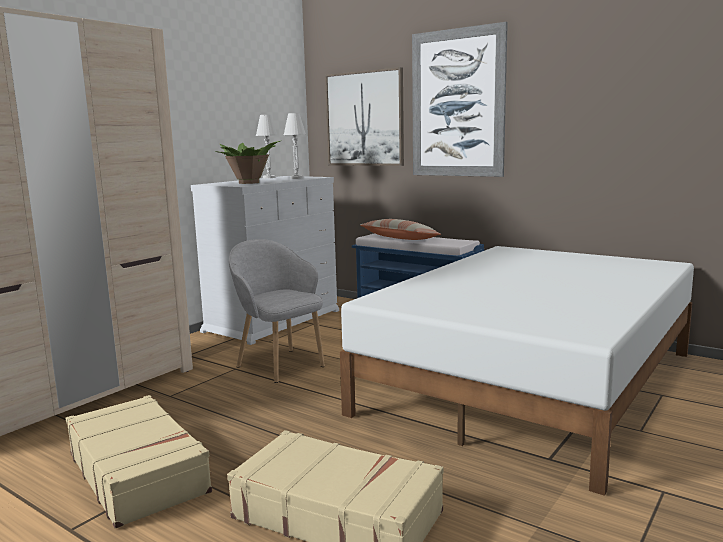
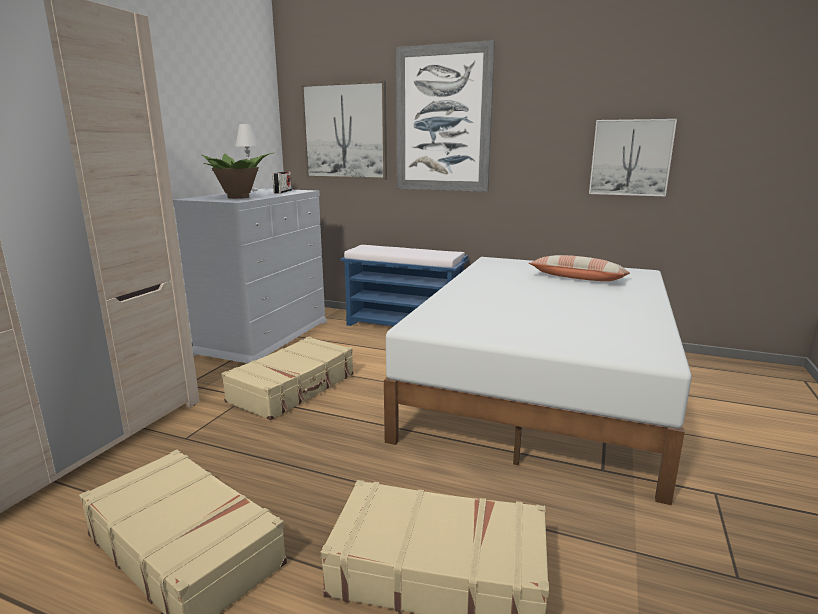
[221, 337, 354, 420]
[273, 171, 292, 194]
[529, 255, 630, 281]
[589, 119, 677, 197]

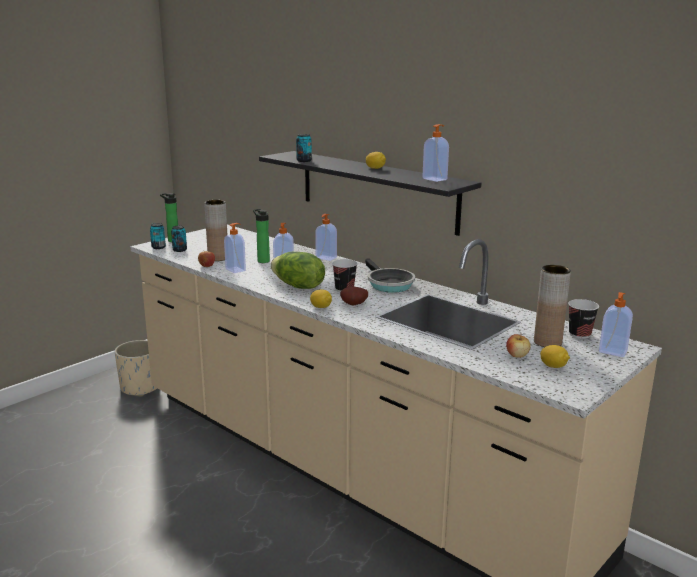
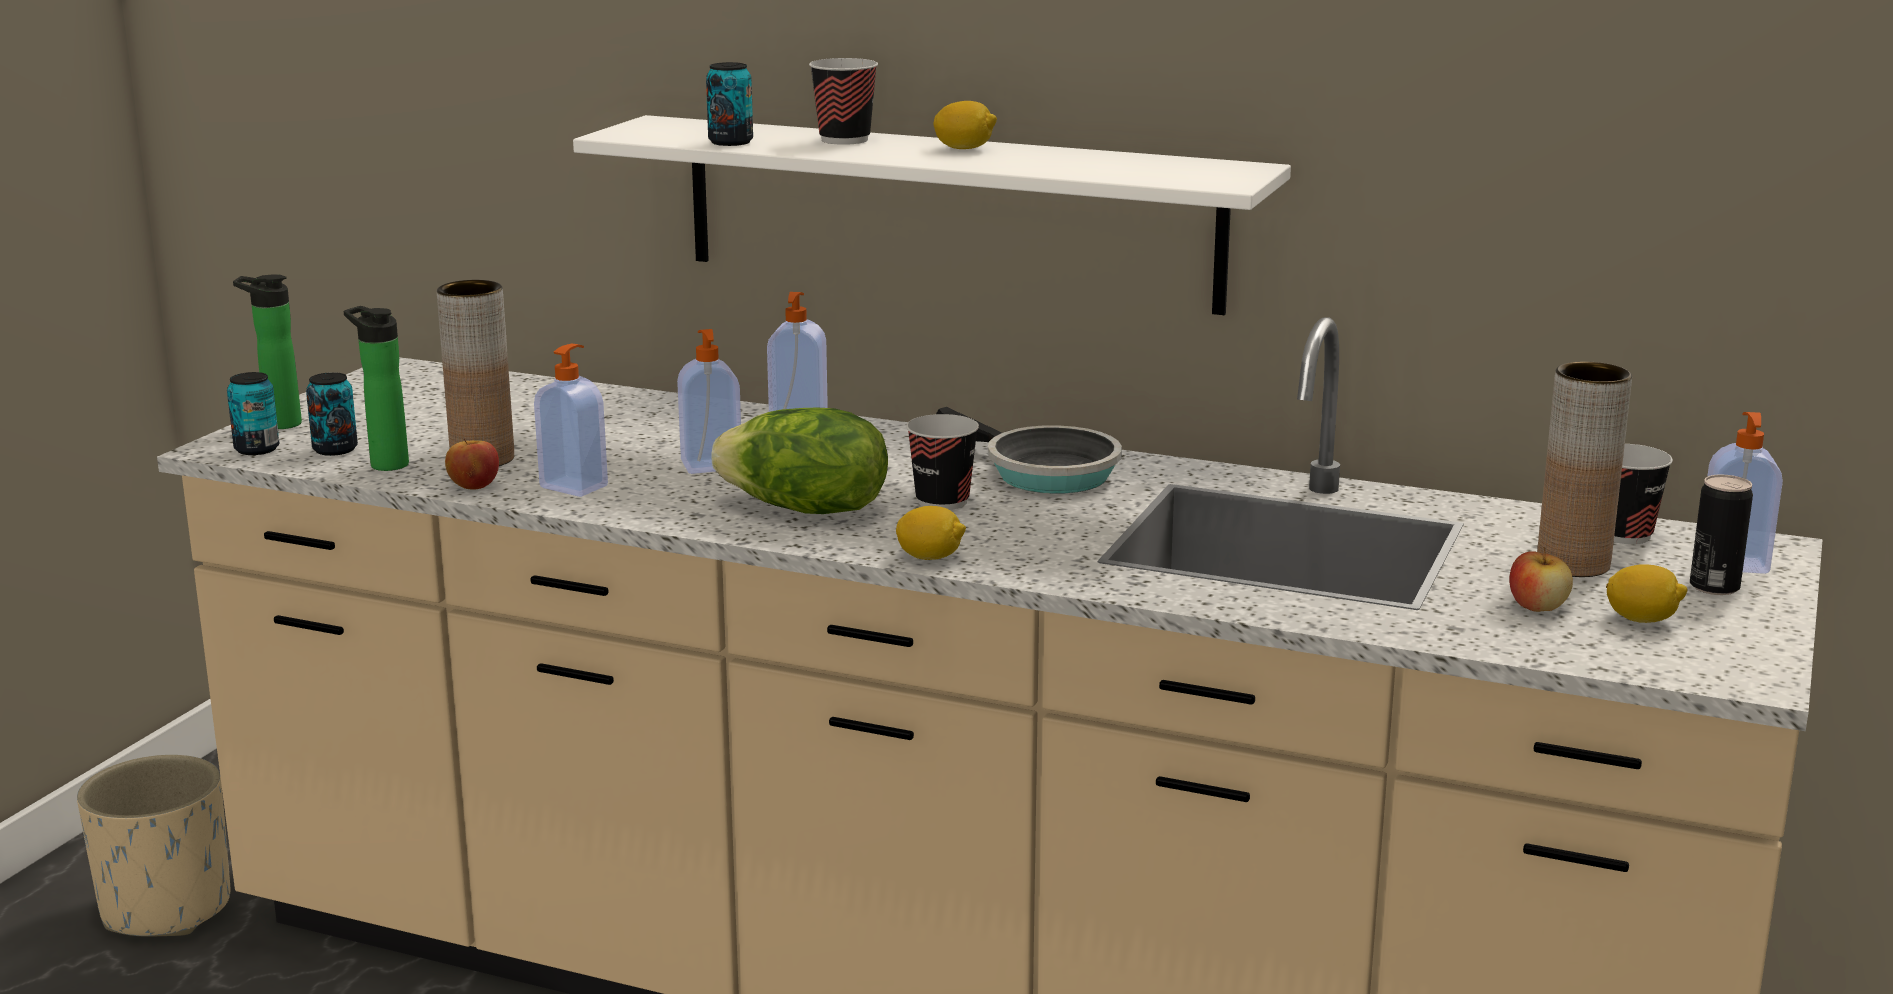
[344, 306, 409, 471]
[573, 115, 1291, 315]
[340, 287, 368, 305] (first image)
[422, 124, 449, 182] (first image)
[809, 58, 878, 145]
[1690, 475, 1753, 595]

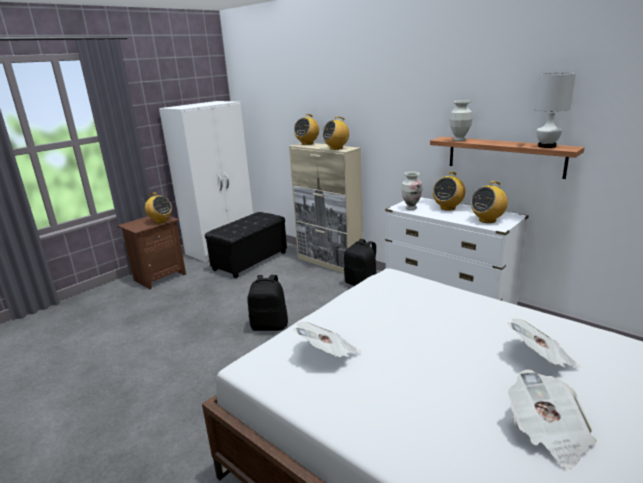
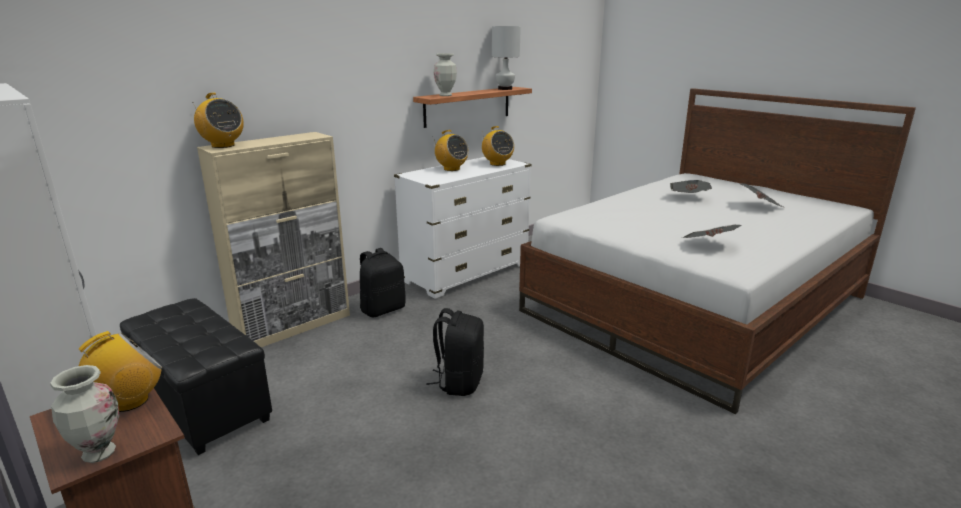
[322, 117, 349, 150] (first image)
[50, 365, 119, 463]

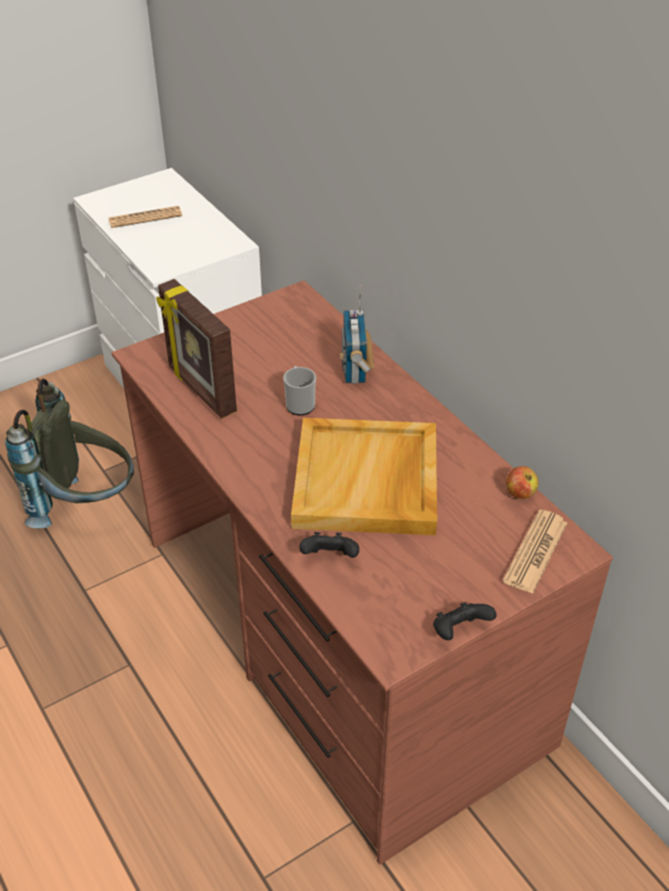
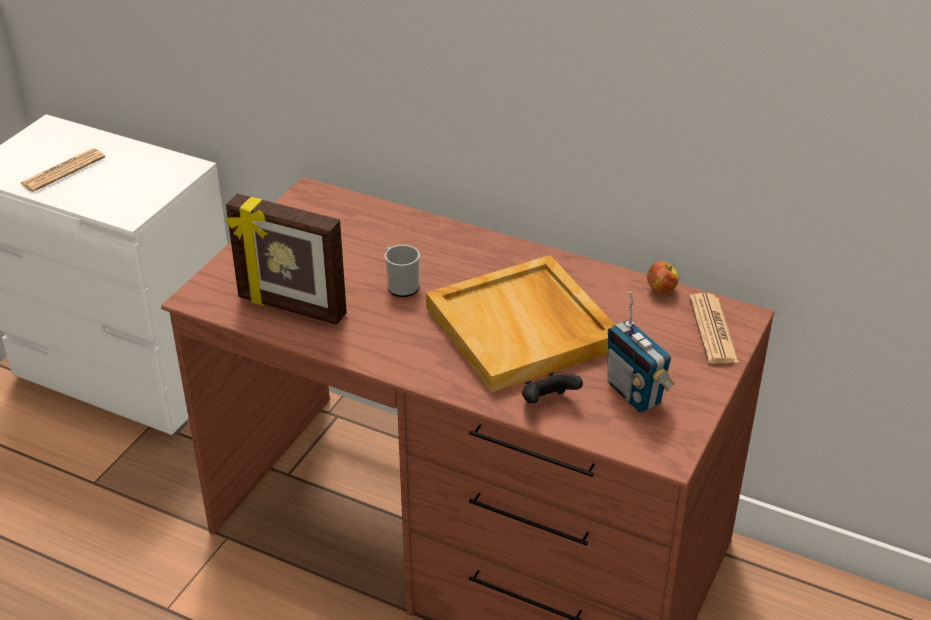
[5, 378, 134, 528] (first image)
[607, 292, 675, 413]
[433, 602, 497, 640] (first image)

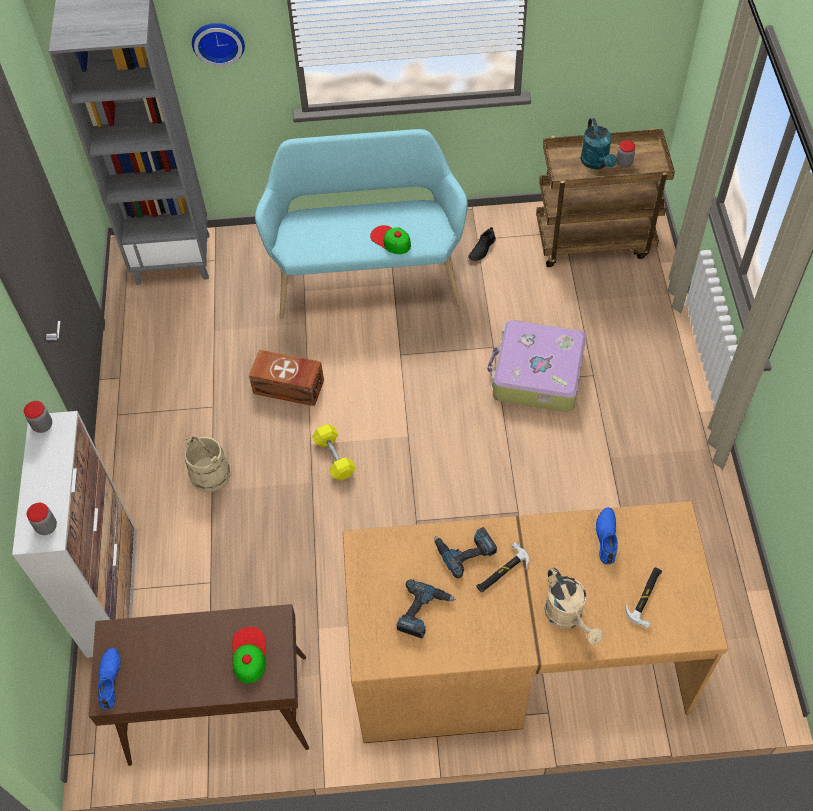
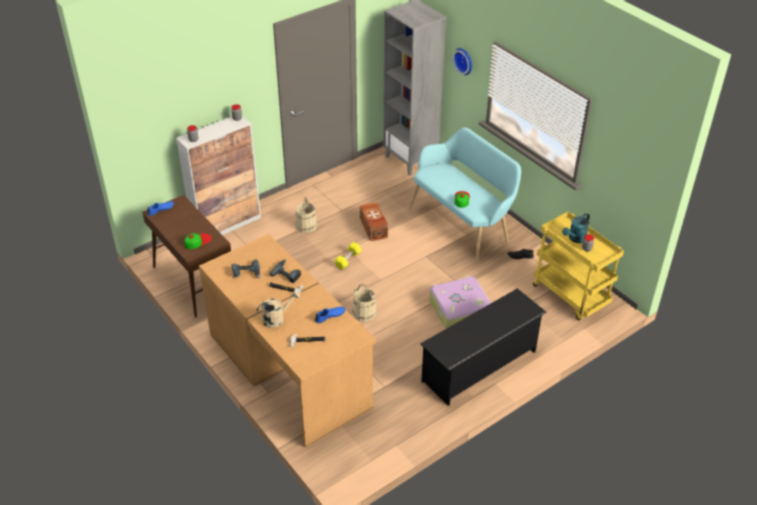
[533, 212, 624, 320]
[257, 291, 300, 328]
[352, 284, 377, 322]
[420, 288, 547, 406]

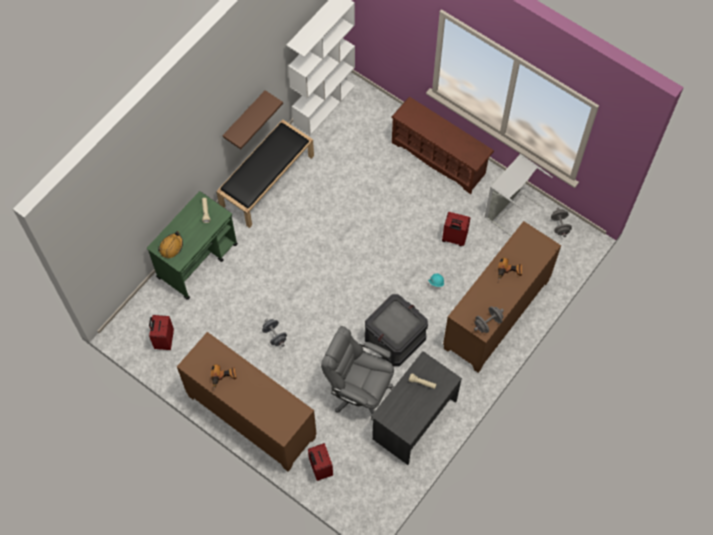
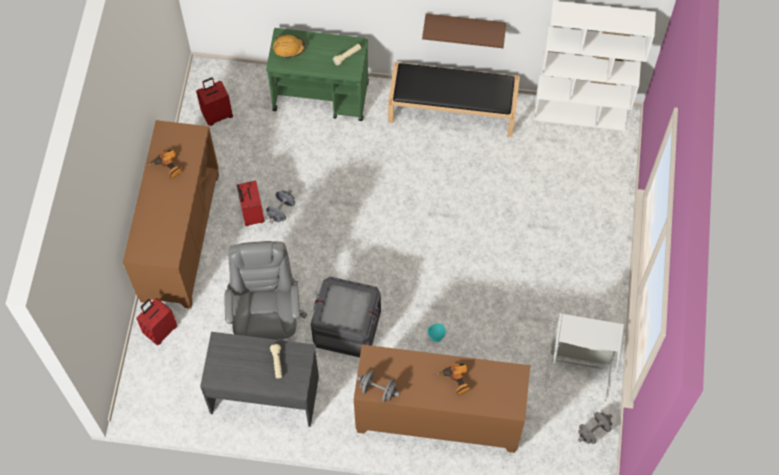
[391, 97, 494, 194] (first image)
[237, 181, 265, 226]

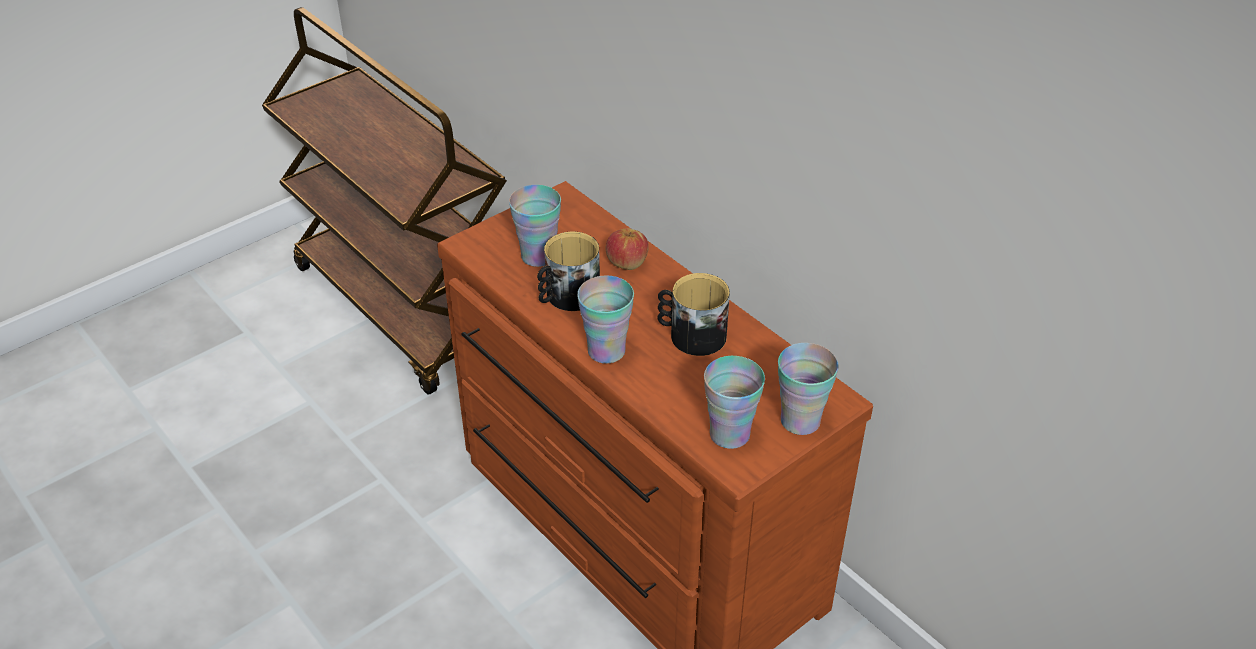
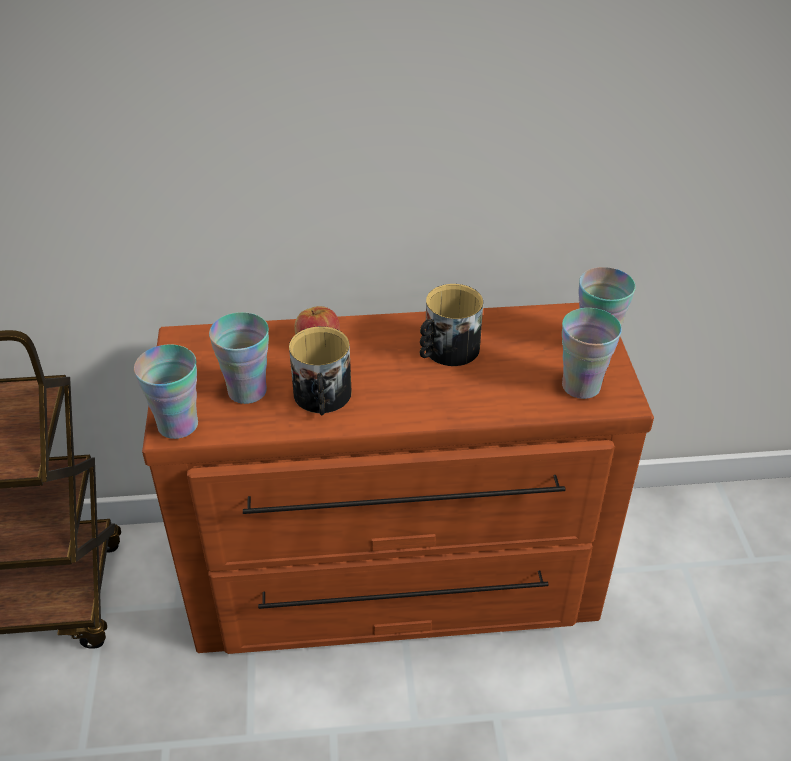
[134, 344, 198, 439]

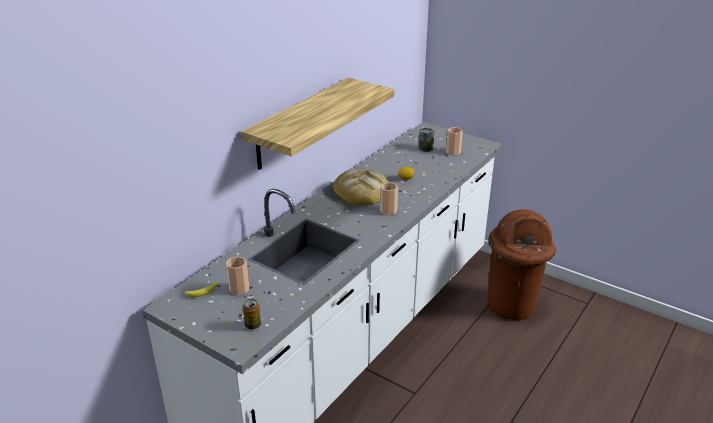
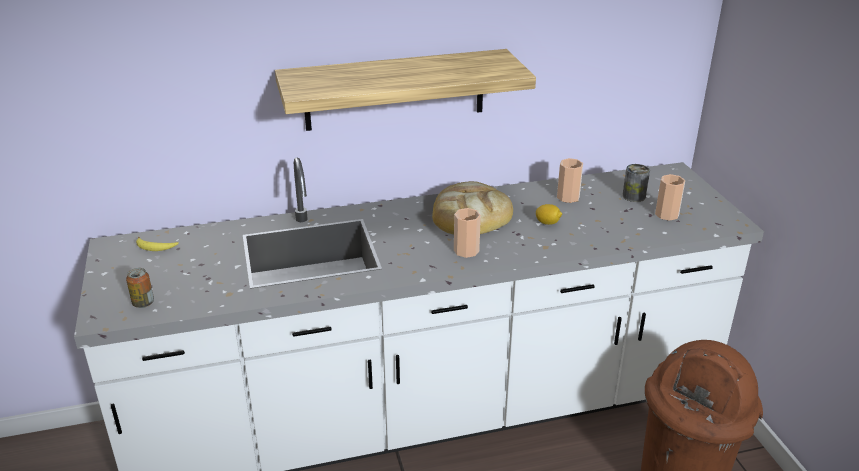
[557, 158, 583, 203]

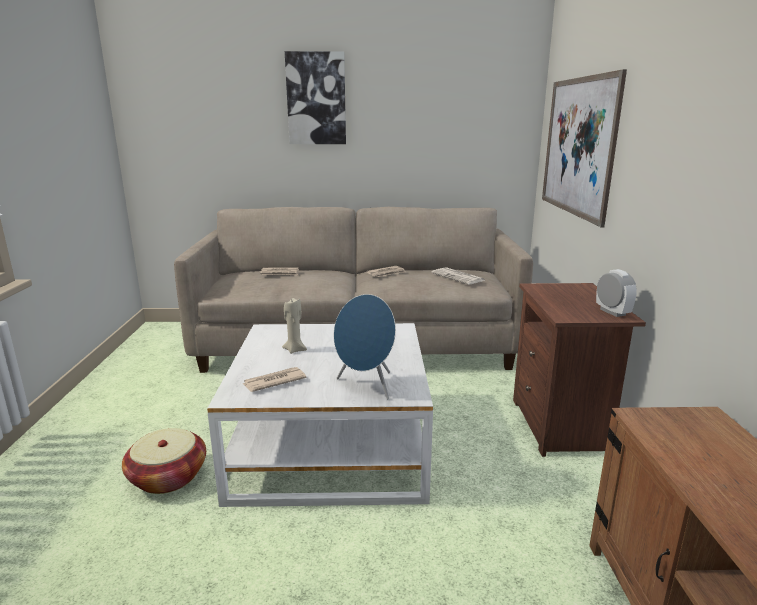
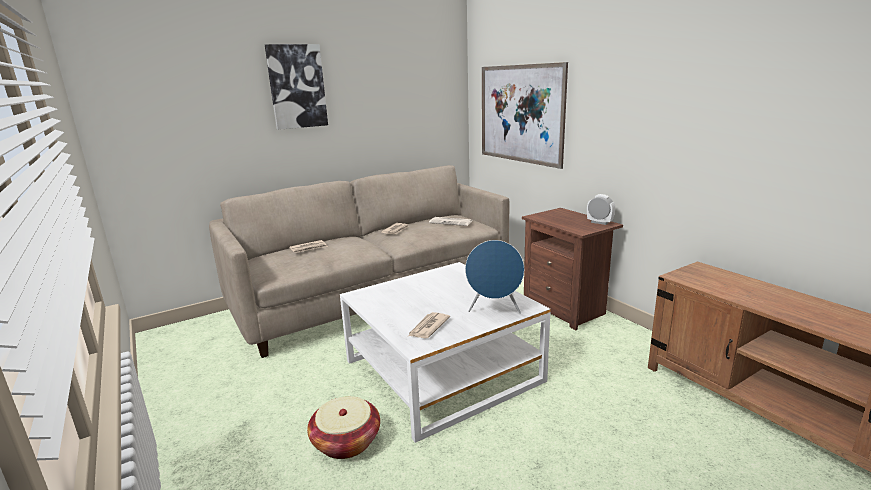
[282, 298, 307, 354] (first image)

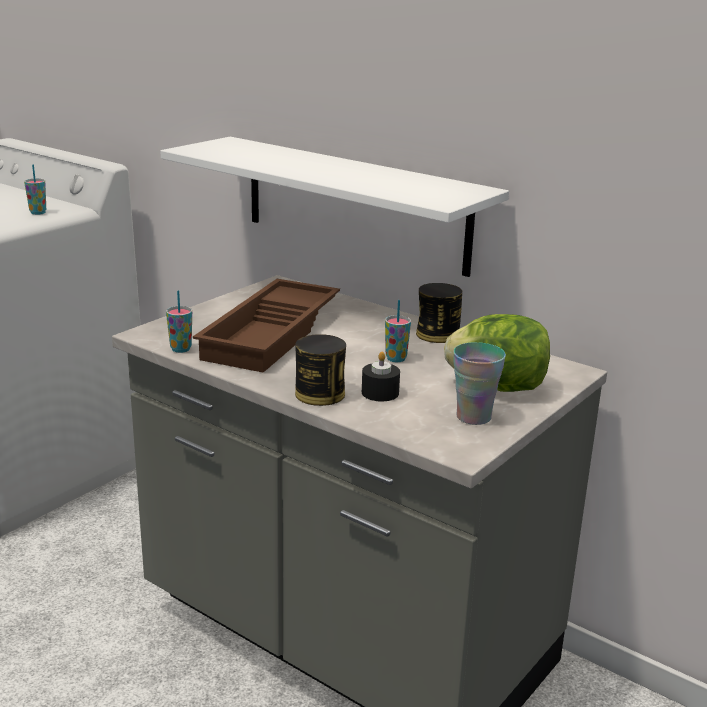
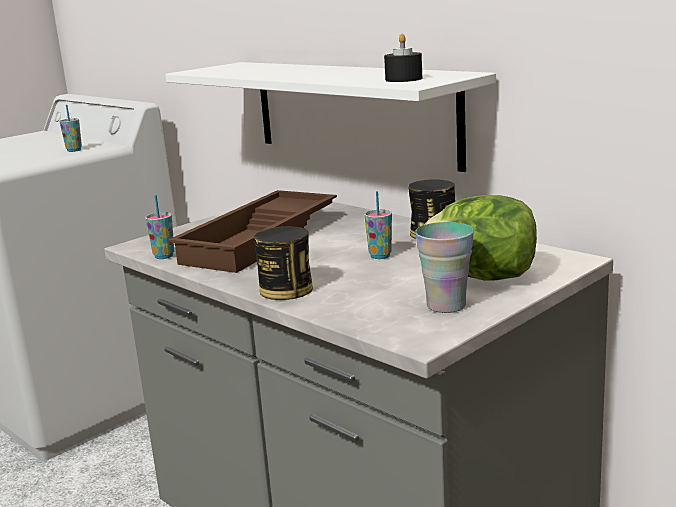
[384, 33, 422, 82]

